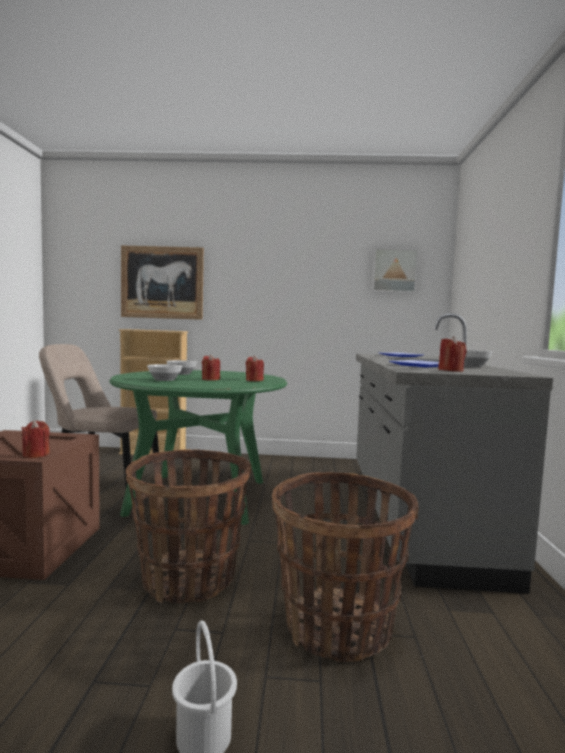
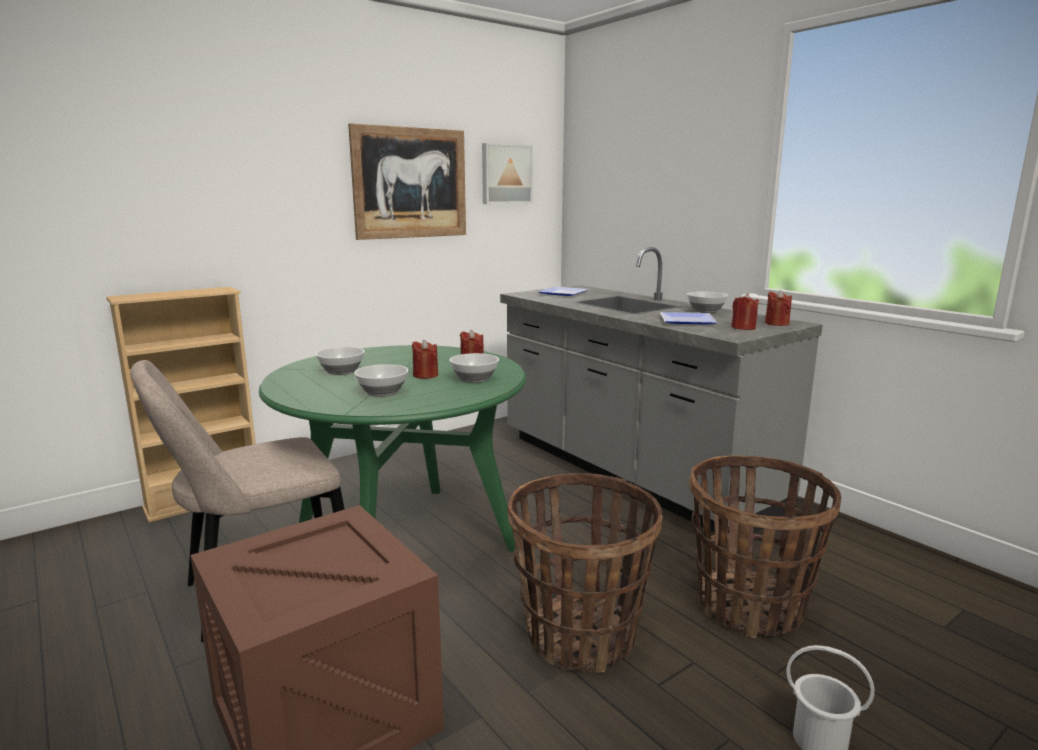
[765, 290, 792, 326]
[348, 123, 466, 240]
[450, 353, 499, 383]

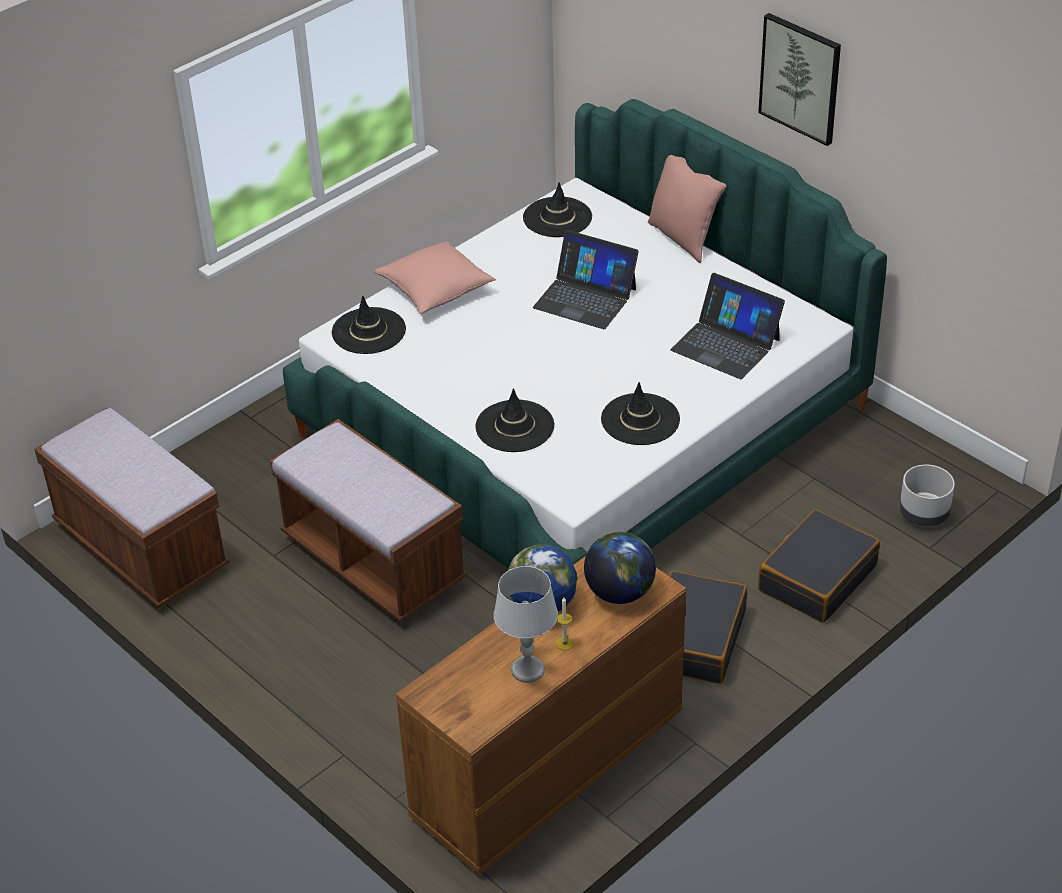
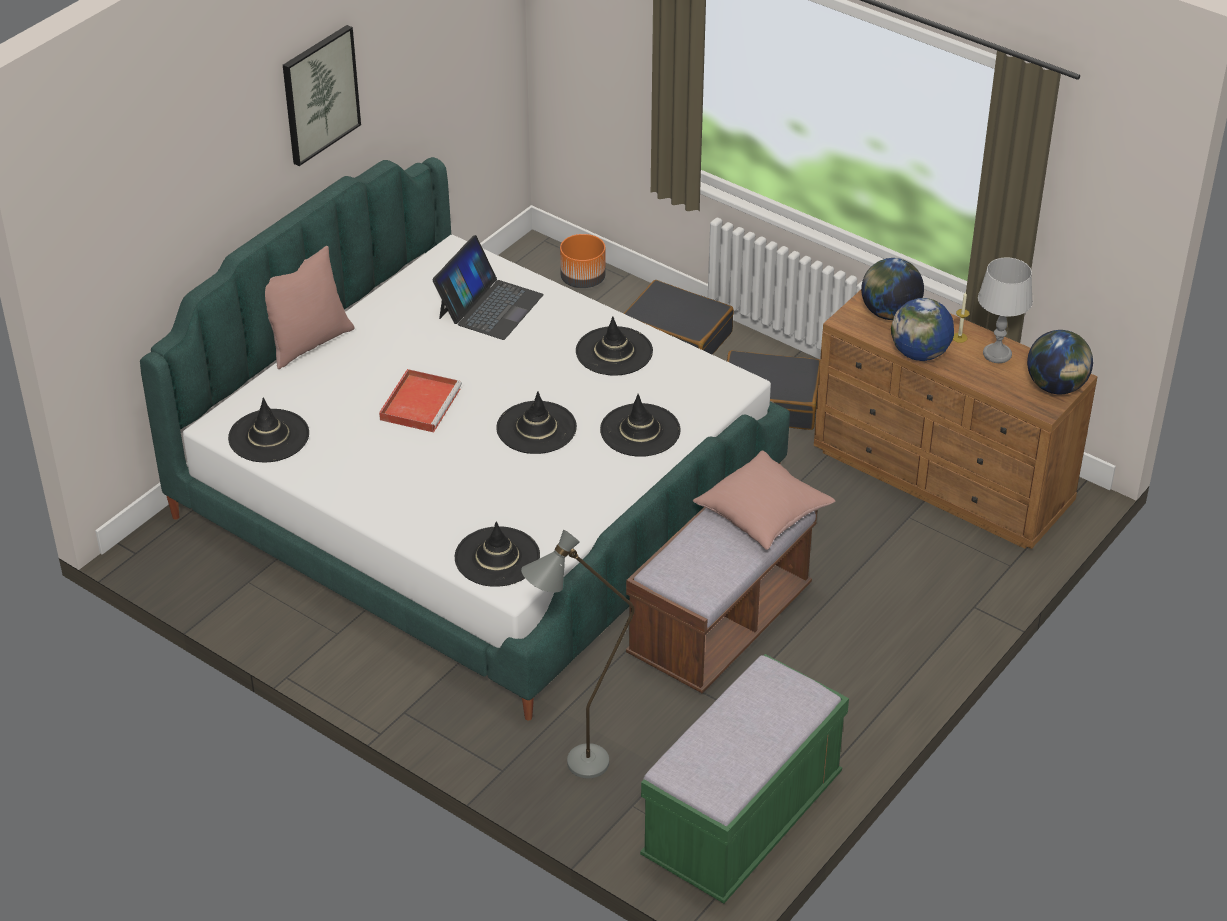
[640, 654, 849, 904]
[693, 451, 835, 550]
[379, 369, 462, 433]
[560, 234, 606, 288]
[496, 392, 577, 454]
[521, 529, 634, 779]
[1027, 330, 1093, 394]

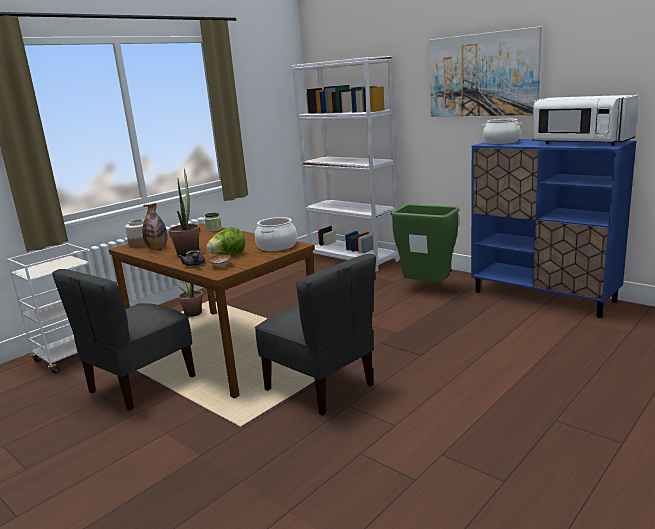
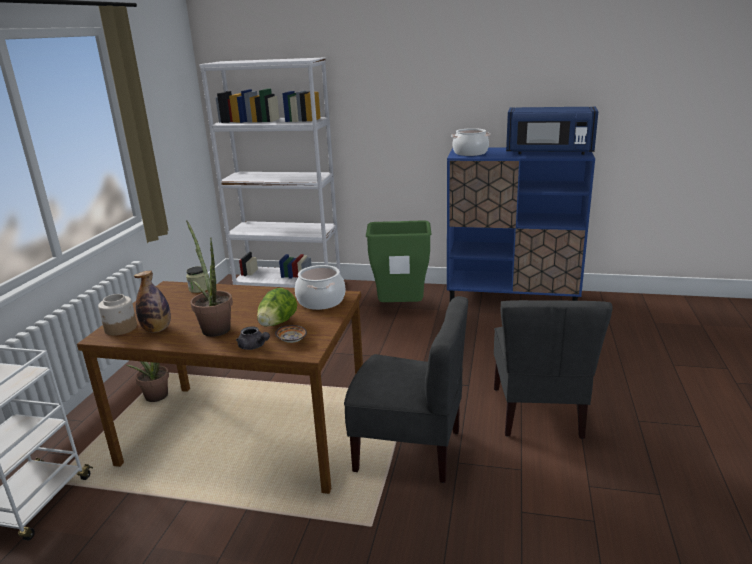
[494, 300, 613, 439]
[429, 26, 542, 117] (first image)
[506, 107, 599, 155]

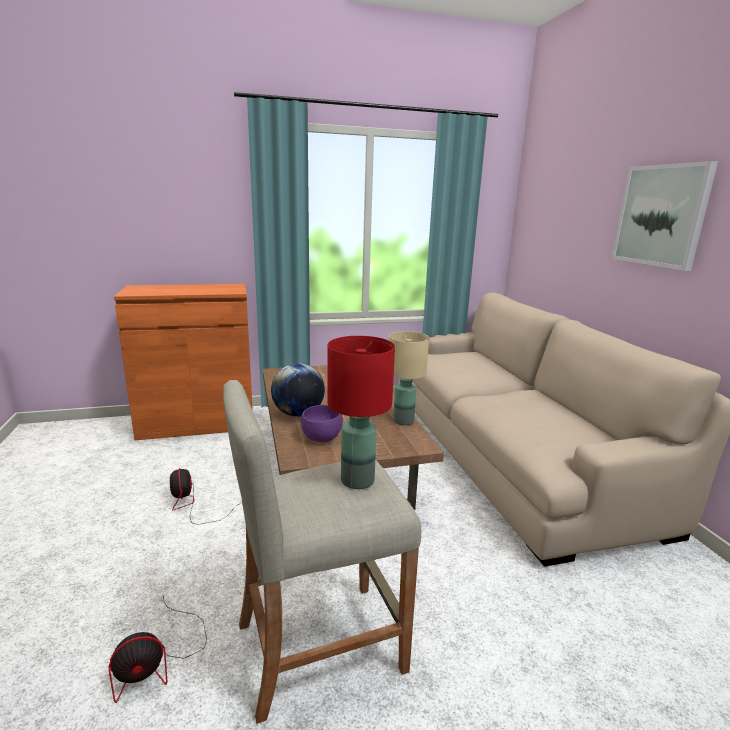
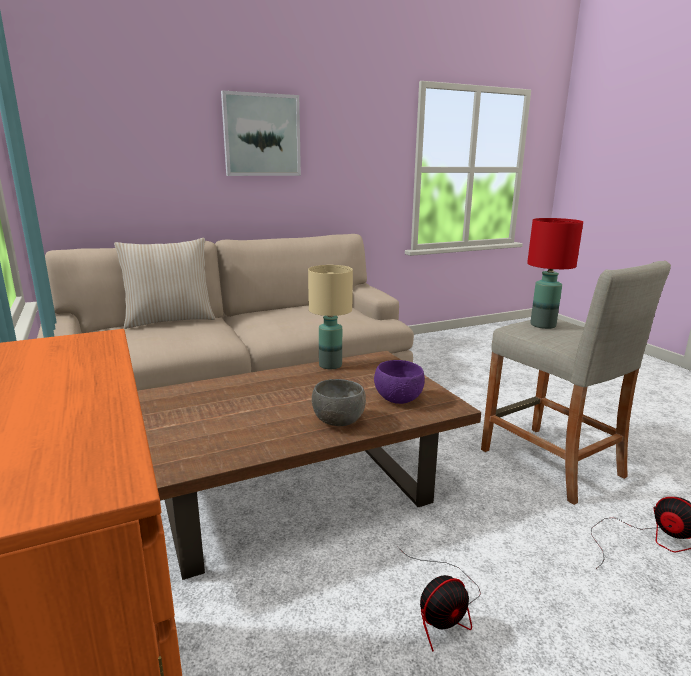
[312, 379, 366, 426]
[114, 238, 215, 329]

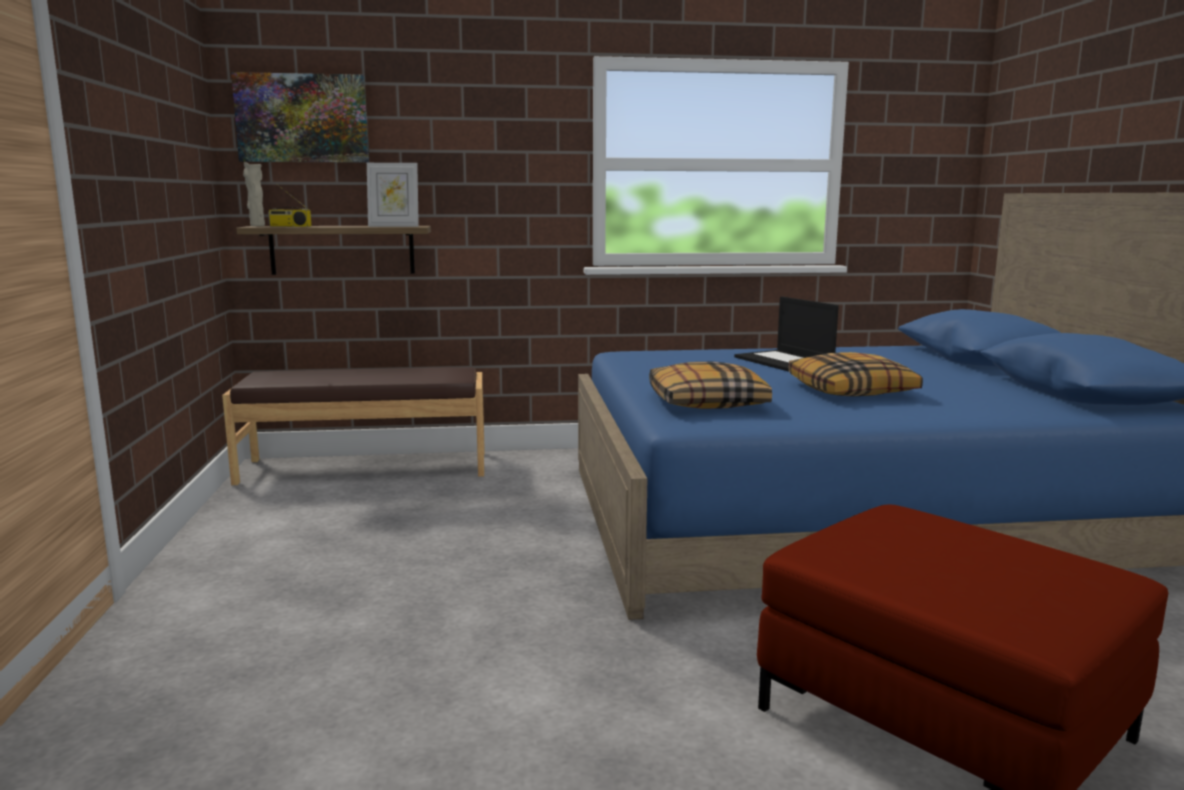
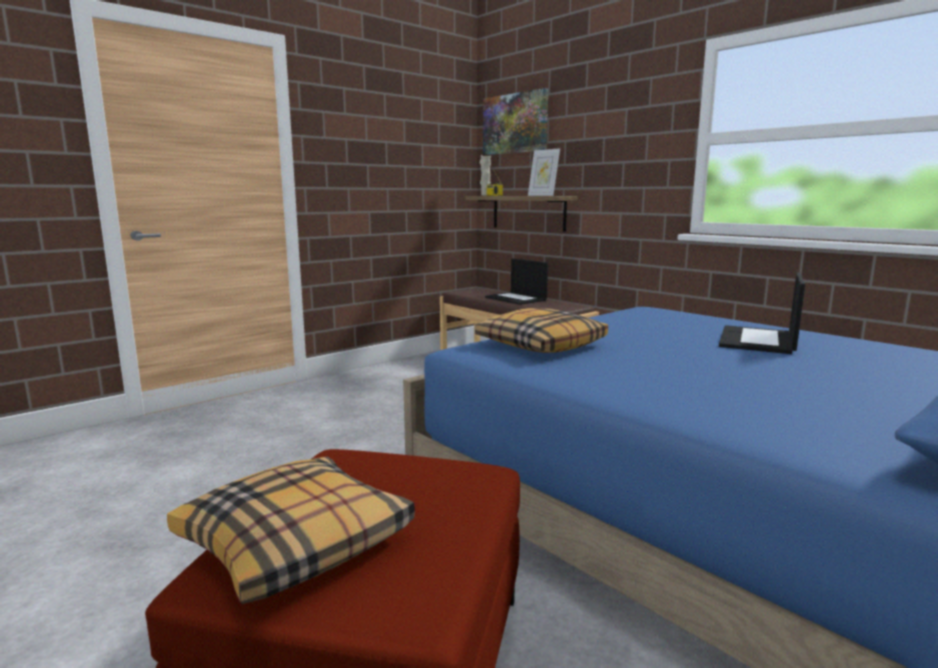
[167, 456, 415, 604]
[485, 258, 548, 305]

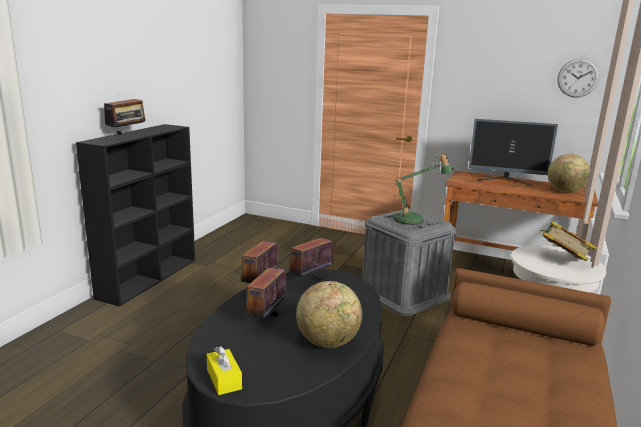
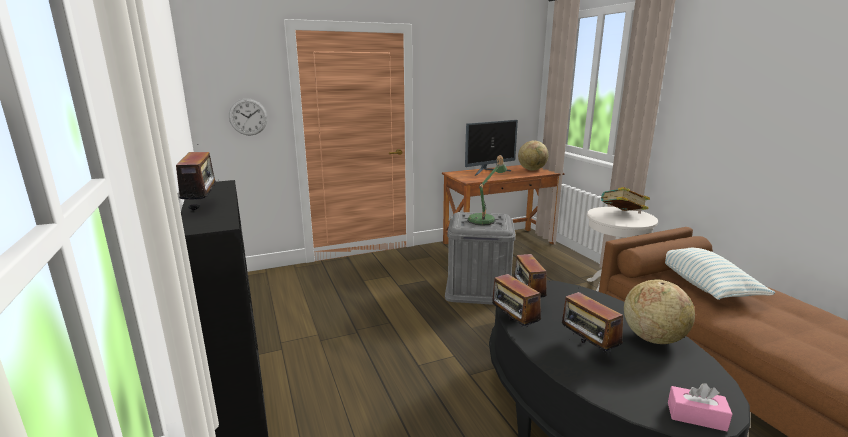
[668, 383, 732, 432]
[229, 98, 268, 136]
[665, 248, 775, 300]

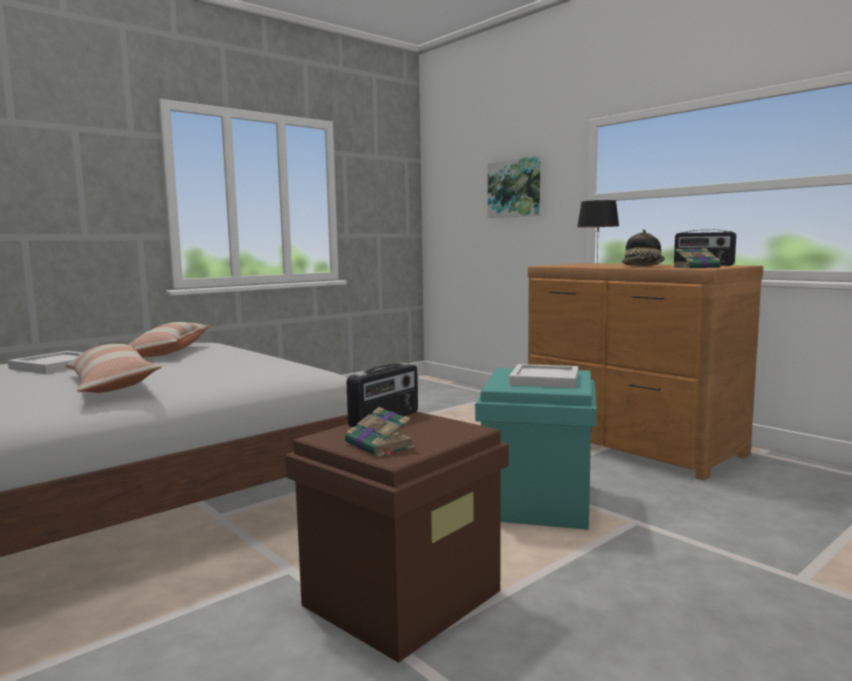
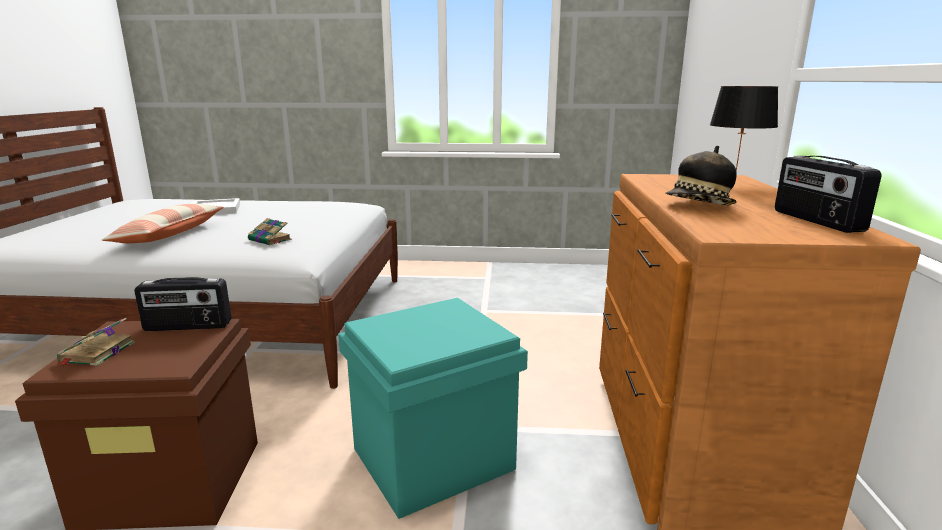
[128, 322, 210, 357] (first image)
[488, 156, 540, 218] (first image)
[509, 364, 578, 388] (first image)
[248, 218, 292, 245]

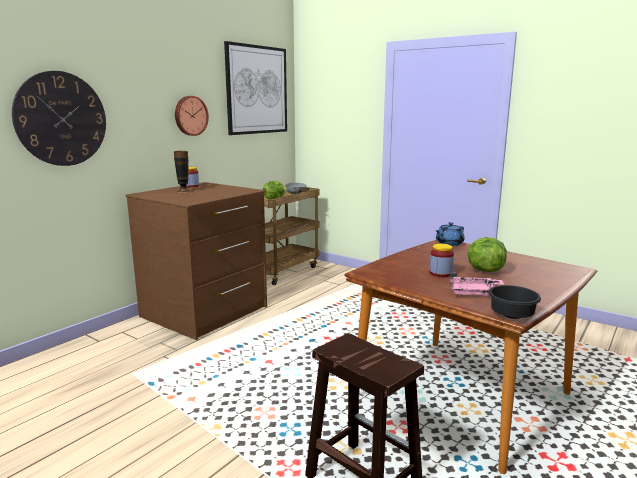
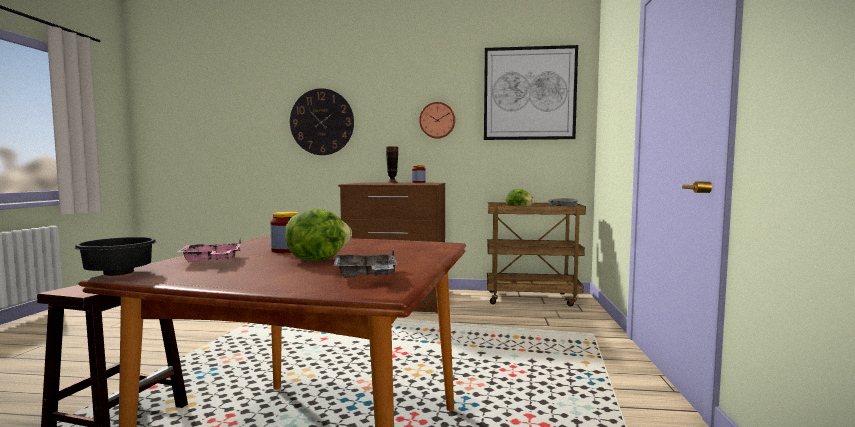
[436, 222, 465, 246] (first image)
[334, 249, 398, 278]

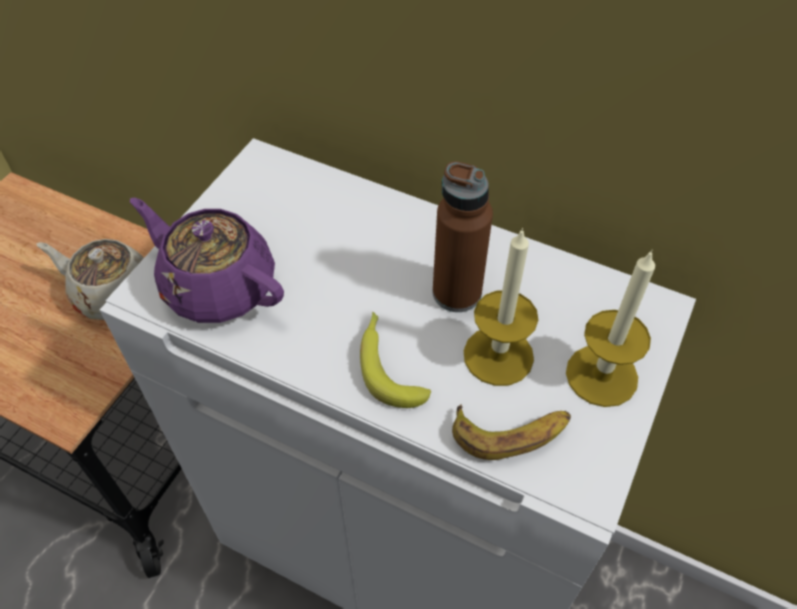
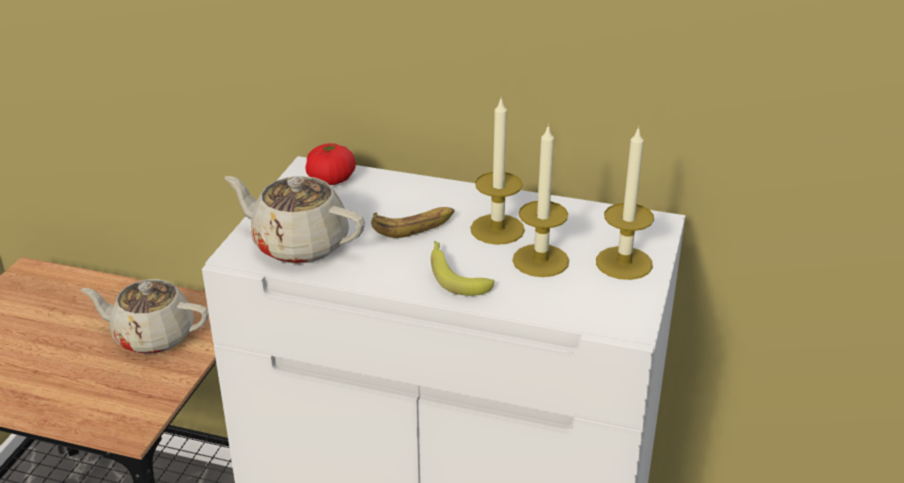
[225, 176, 365, 264]
[470, 99, 525, 245]
[371, 207, 455, 238]
[305, 143, 356, 185]

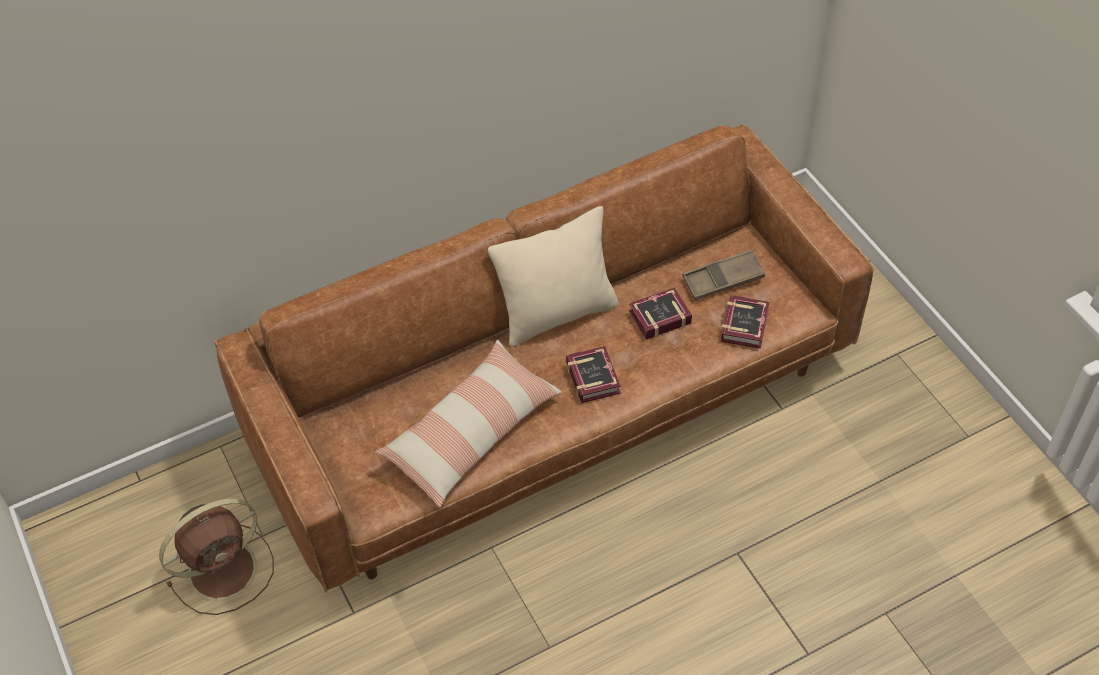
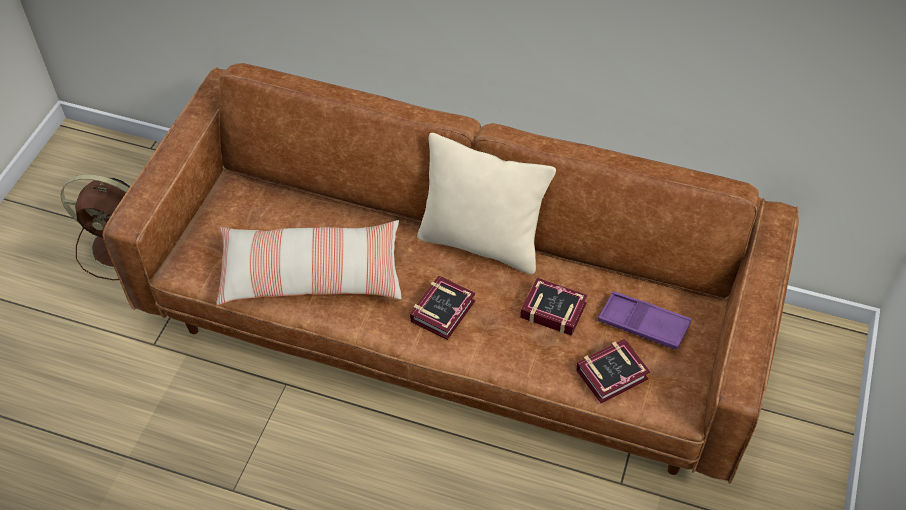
[598, 291, 691, 350]

